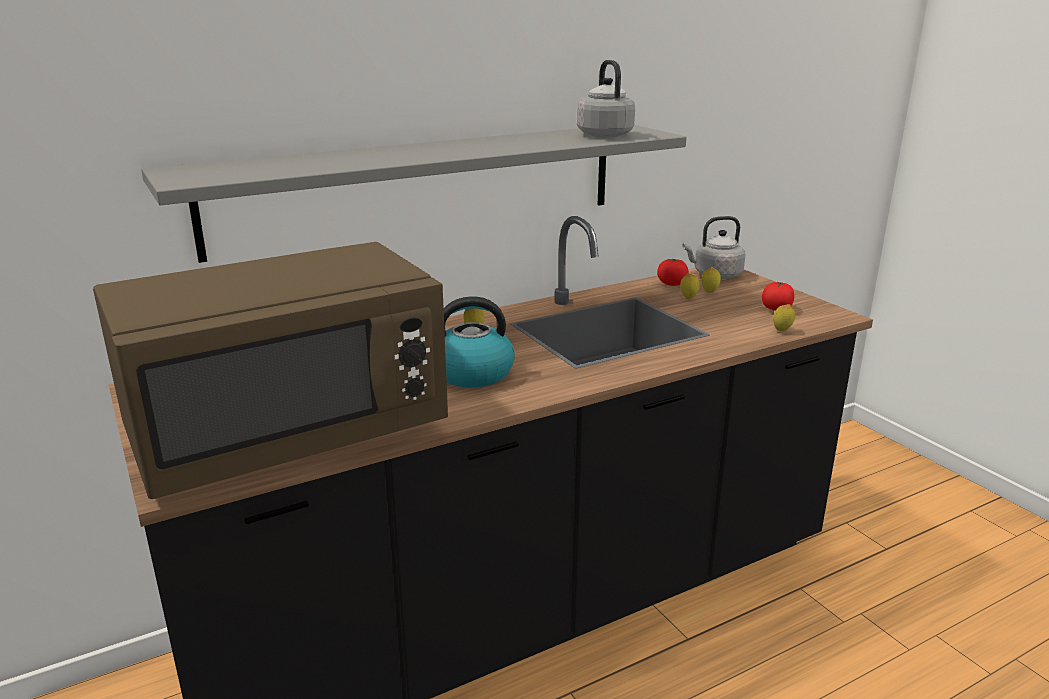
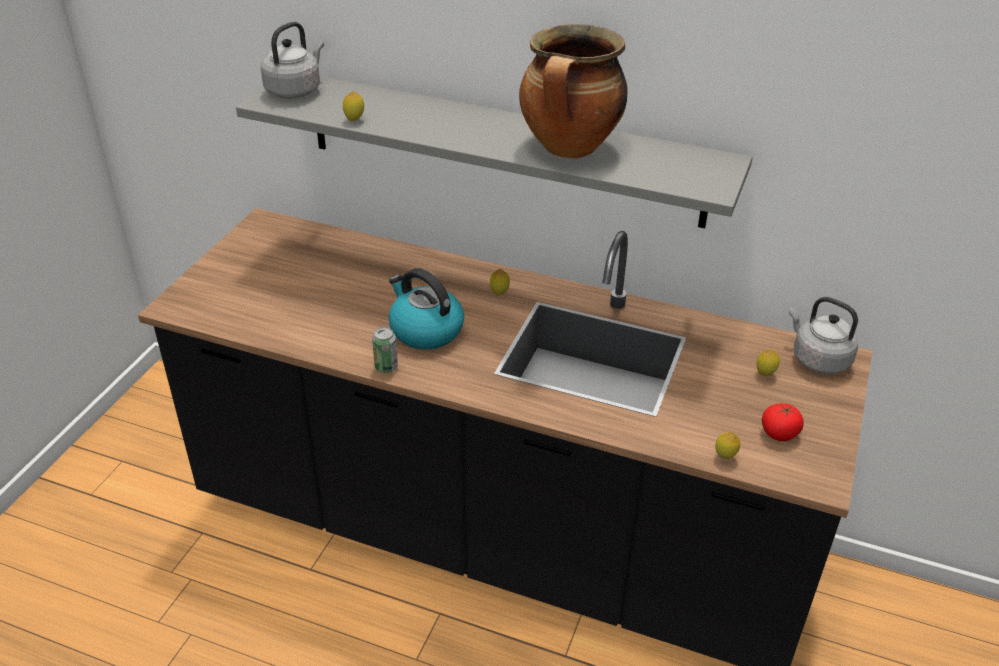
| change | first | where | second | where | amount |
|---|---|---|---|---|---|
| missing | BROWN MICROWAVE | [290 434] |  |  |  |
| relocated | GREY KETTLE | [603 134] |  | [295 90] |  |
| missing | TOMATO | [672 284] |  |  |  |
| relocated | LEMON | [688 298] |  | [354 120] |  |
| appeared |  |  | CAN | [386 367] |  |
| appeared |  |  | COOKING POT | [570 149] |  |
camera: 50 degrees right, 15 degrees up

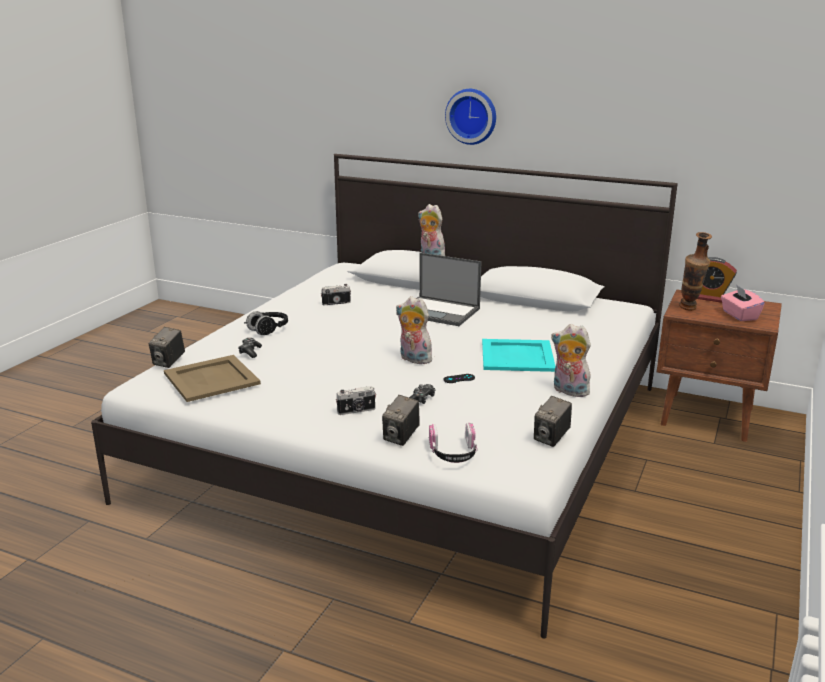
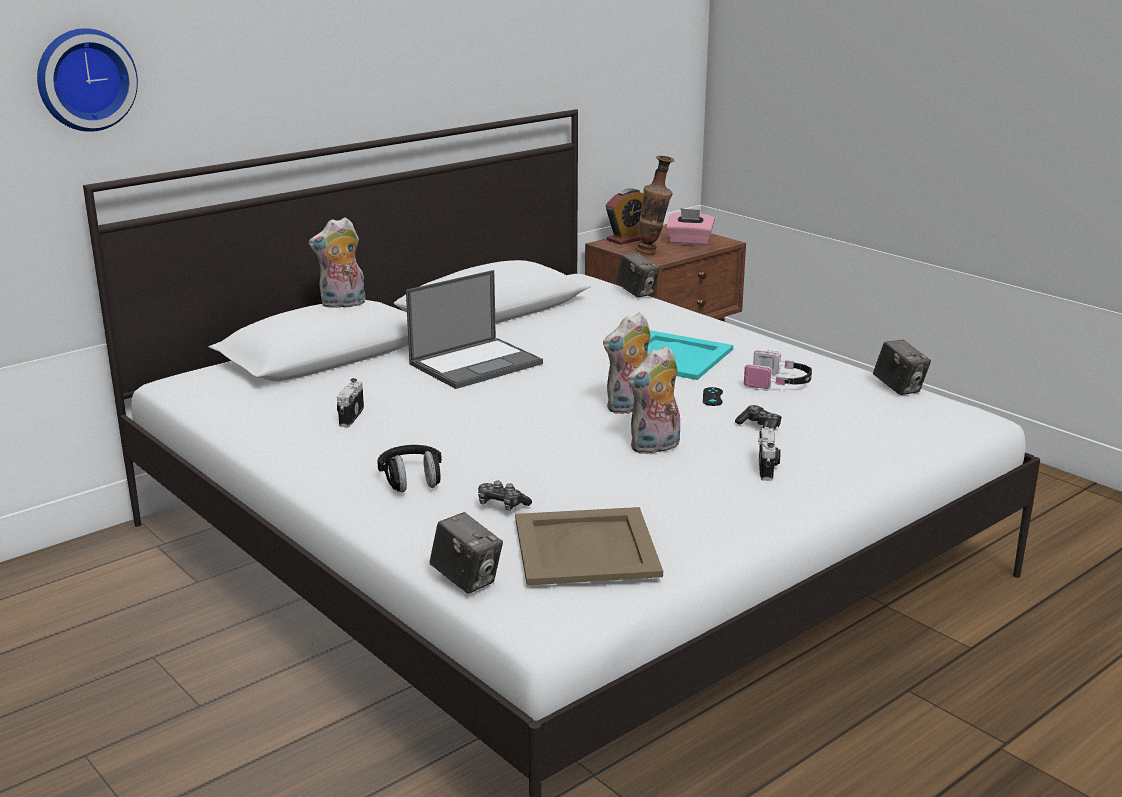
| change | first | where | second | where | amount |
|---|---|---|---|---|---|
| relocated | PHOTO CAMERA | [401 437] |  | [637 293] |  |
| relocated | HEADPHONES | [453 453] |  | [779 383] |  |
| relocated | WALL CLOCK | [472 116] |  | [84 79] |  |
| relocated | PLUSH TOY | [568 391] |  | [655 447] |  |
camera: 65 degrees left, 0 degrees up

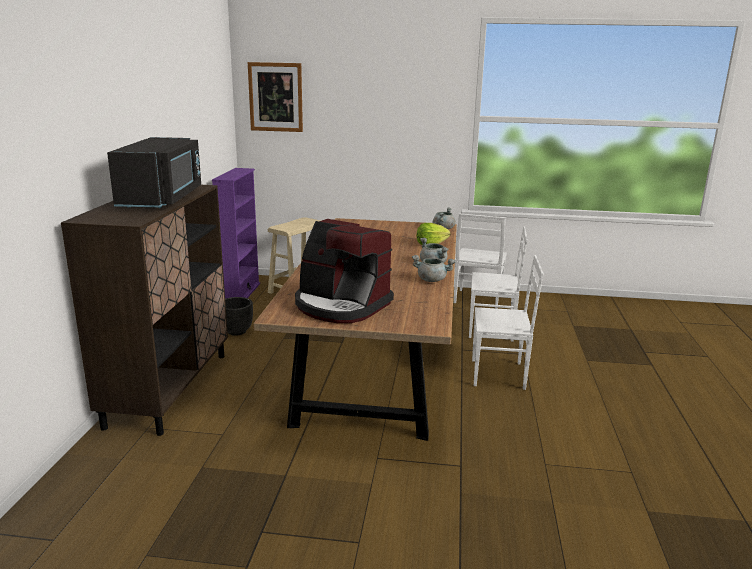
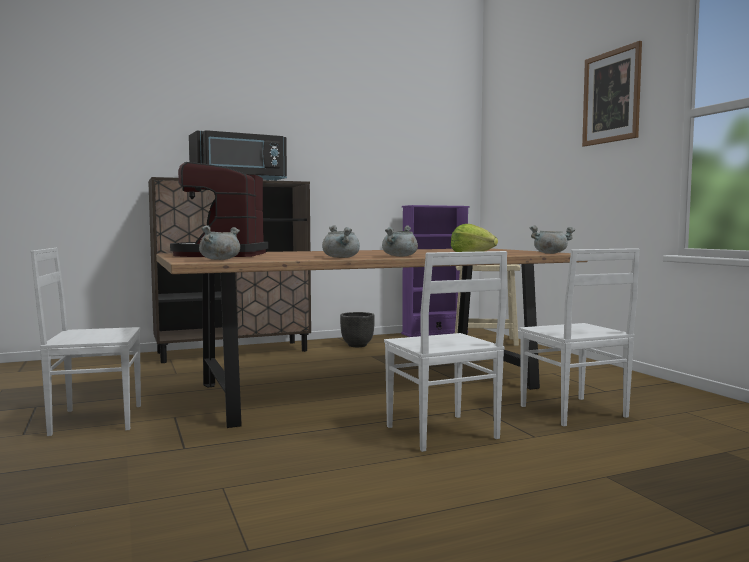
| change | first | where | second | where | amount |
|---|---|---|---|---|---|
| relocated | PICTURE | [275 97] |  | [611 97] |  |
| relocated | WHITE CHAIR | [477 299] |  | [95 419] |  |
| appeared |  |  | GREY COOKING POT | [220 259] |  |
camera: 60 degrees right, 15 degrees down

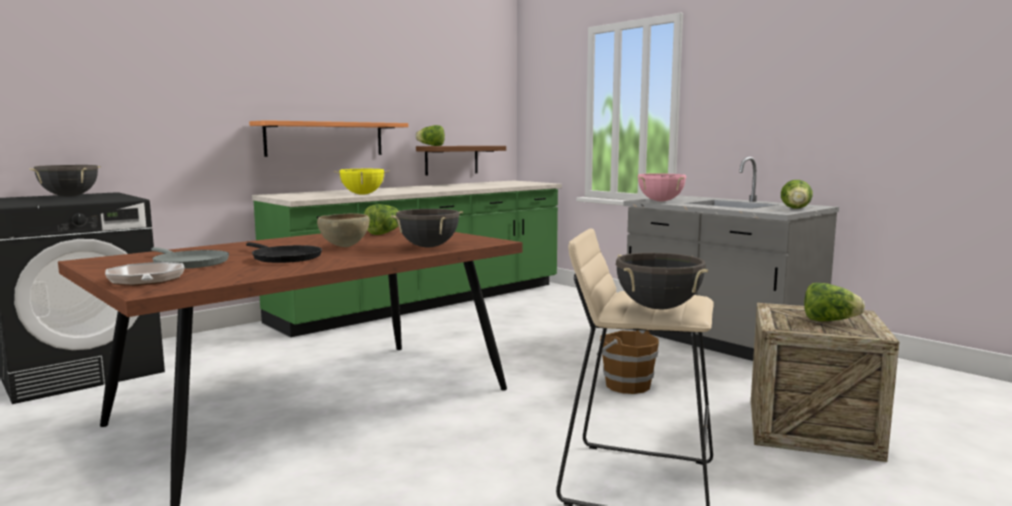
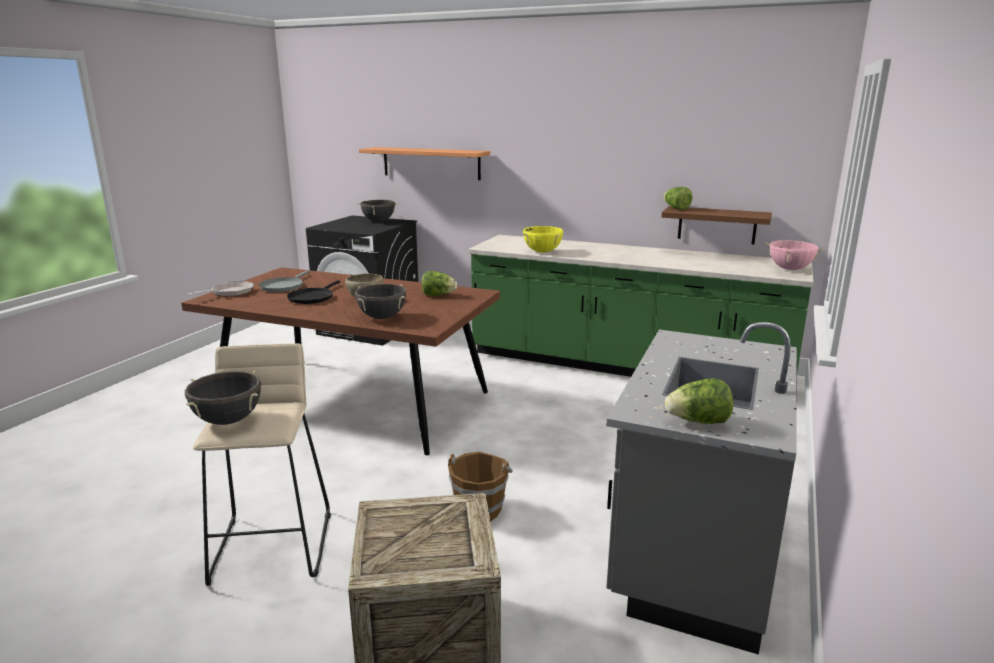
| change | first | where | second | where | amount |
|---|---|---|---|---|---|
| relocated | SHELF | [325 139] |  | [431 163] |  |
| relocated | PINK COOKING POT | [660 201] |  | [790 269] |  |
| missing | LETTUCE | [829 321] |  |  |  |
camera: 65 degrees right, 10 degrees up

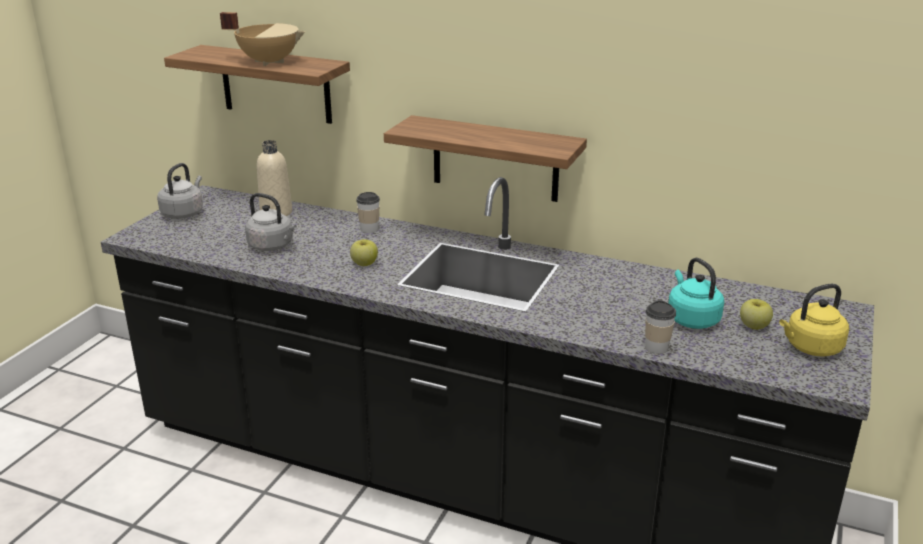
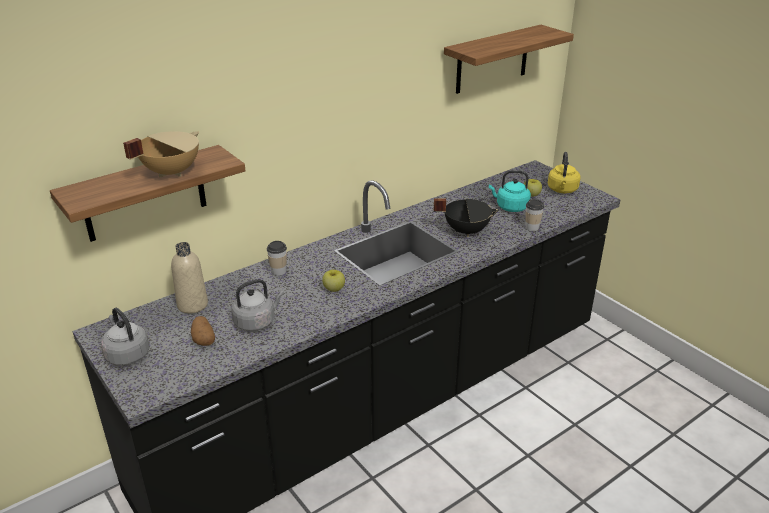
| change | first | where | second | where | amount |
|---|---|---|---|---|---|
| relocated | SHELF | [495 159] |  | [492 59] |  |
| appeared |  |  | POTATO | [203 339] |  |
| appeared |  |  | BLACK COOKING POT | [466 230] |  |
camera: 60 degrees left, 5 degrees up

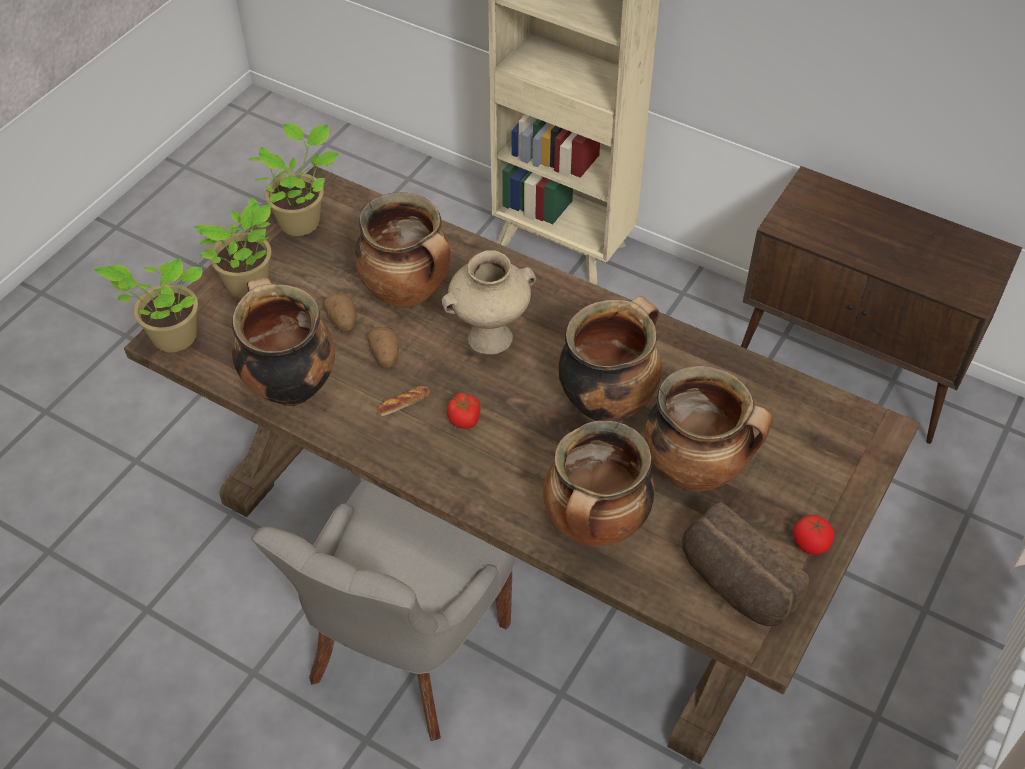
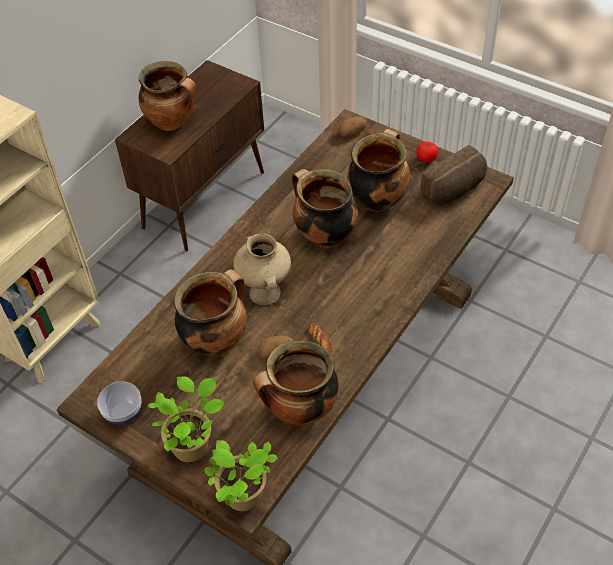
| change | first | where | second | where | amount |
|---|---|---|---|---|---|
| exchanged | POTTED PLANT | [302 220] | BOWL | [123 413] |  |
| missing | GREY CHAIR | [404 654] |  |  |  |
| relocated | POTATO | [343 321] |  | [352 132] |  |
| missing | TOMATO | [464 419] |  |  |  |
| relocated | COOKING POT | [595 527] |  | [173 122] |  |
camera: 85 degrees left, 0 degrees up

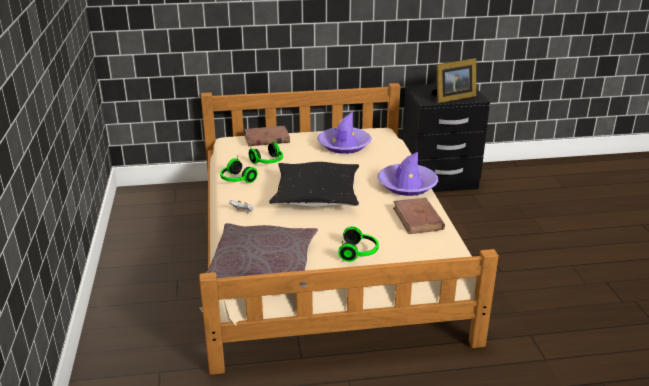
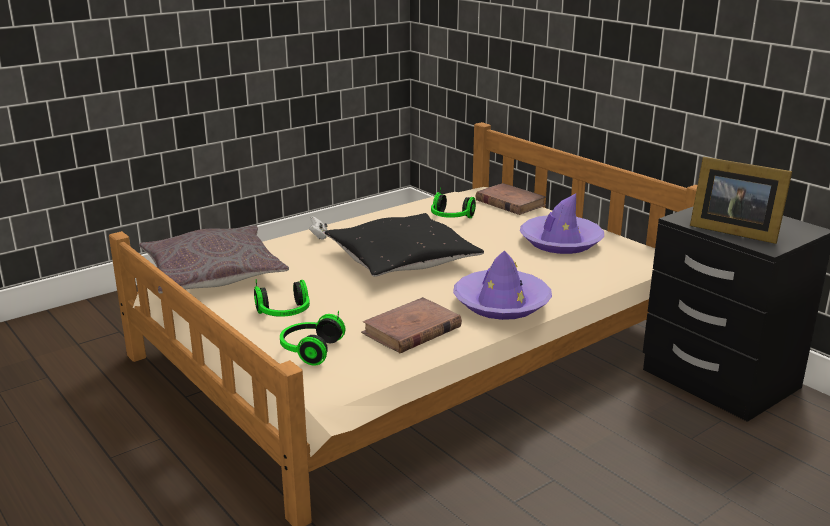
| change | first | where | second | where | amount |
|---|---|---|---|---|---|
| relocated | HEADPHONES | [236 180] |  | [309 350] |  |
camera: 60 degrees right, 5 degrees down

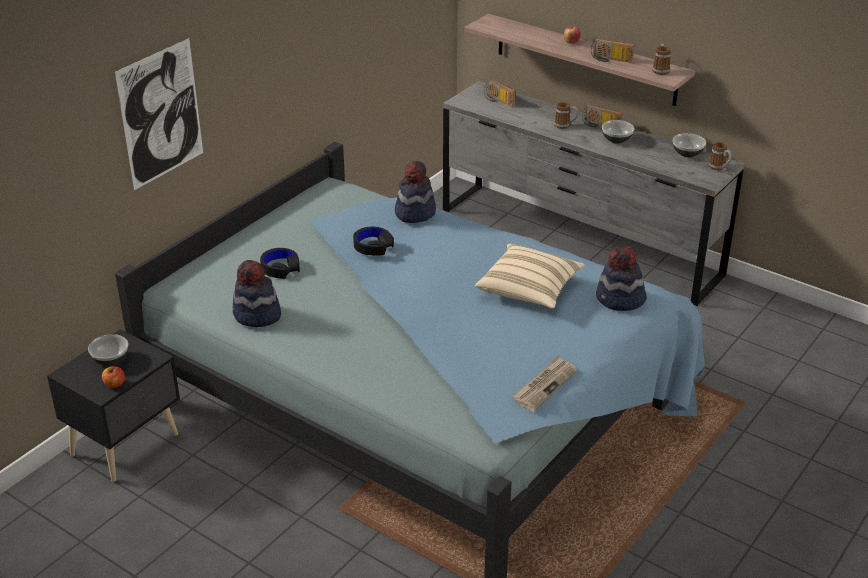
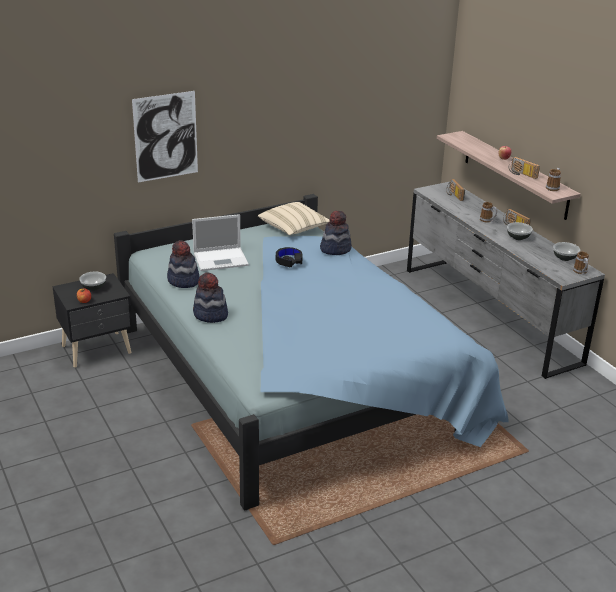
| change | first | where | second | where | amount |
|---|---|---|---|---|---|
| exchanged | BLACK HEADPHONES | [280 268] | LAPTOP | [221 259] |  |
| relocated | BEIGE PILLOW | [529 290] |  | [294 228] |  |
| missing | NEWSPAPER | [544 385] |  |  |  |
| relocated | HAT | [620 300] |  | [210 315] |  |
camera: 25 degrees right, 5 degrees down

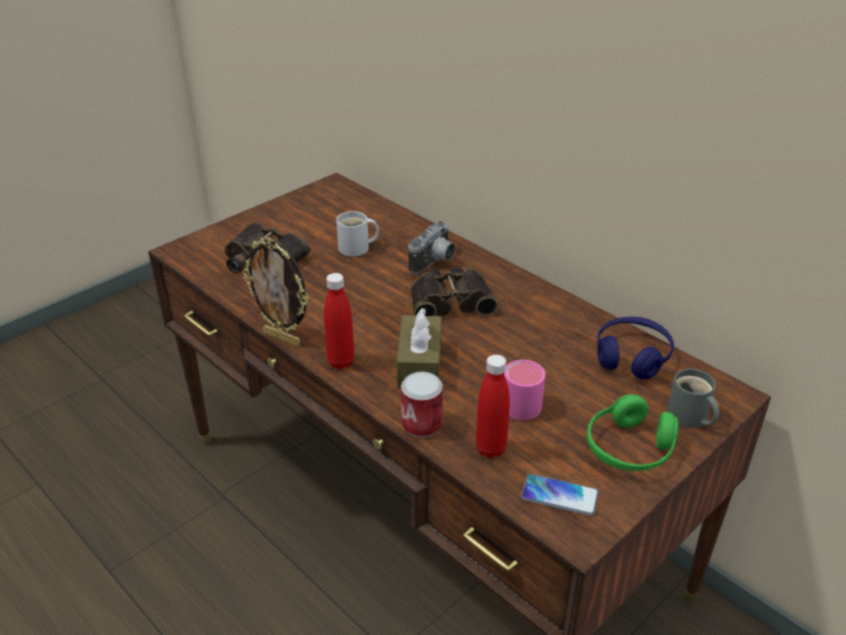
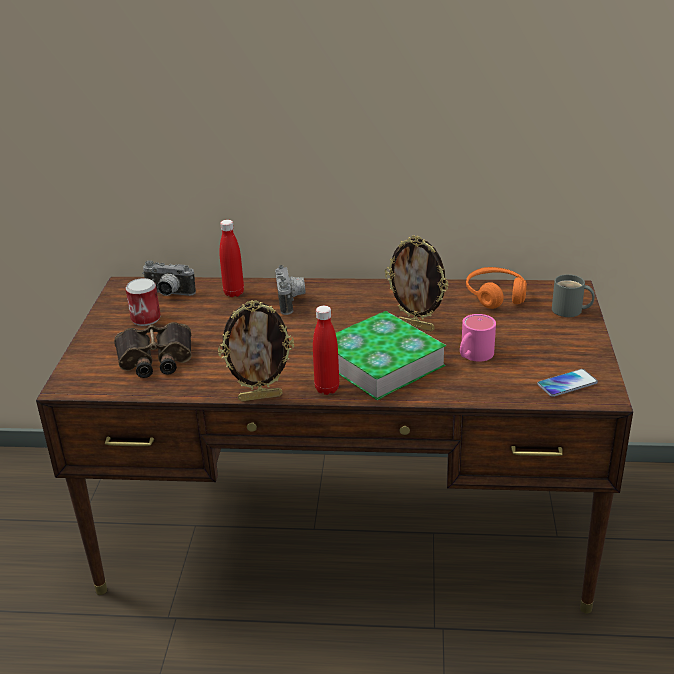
| change | first | where | second | where | amount |
|---|---|---|---|---|---|
| missing | WHITE MUG | [357 248] |  |  |  |
| exchanged | BROWN TISSUE BOX | [419 364] | BOOK | [381 363] |  |
| relocated | CAN | [421 424] |  | [145 319] |  |
| missing | BINOCULARS | [450 301] |  |  |  |
| relocated | RED BOTTLE | [490 449] |  | [234 293] |  |
| missing | GREEN HEADPHONES | [629 448] |  |  |  |
| colour | BLUE HEADPHONES | [632 356] | ORANGE HEADPHONES | [495 295] |  |
| appeared |  |  | PHOTO CAMERA | [168 294] |  |
| appeared |  |  | PICTURE FRAME | [416 326] |  |
camera: 40 degrees left, 5 degrees down

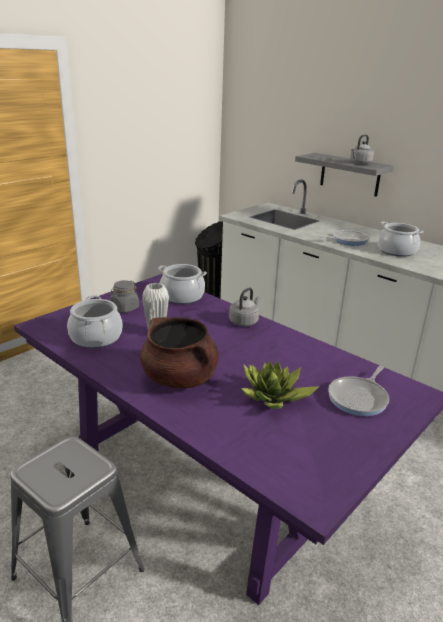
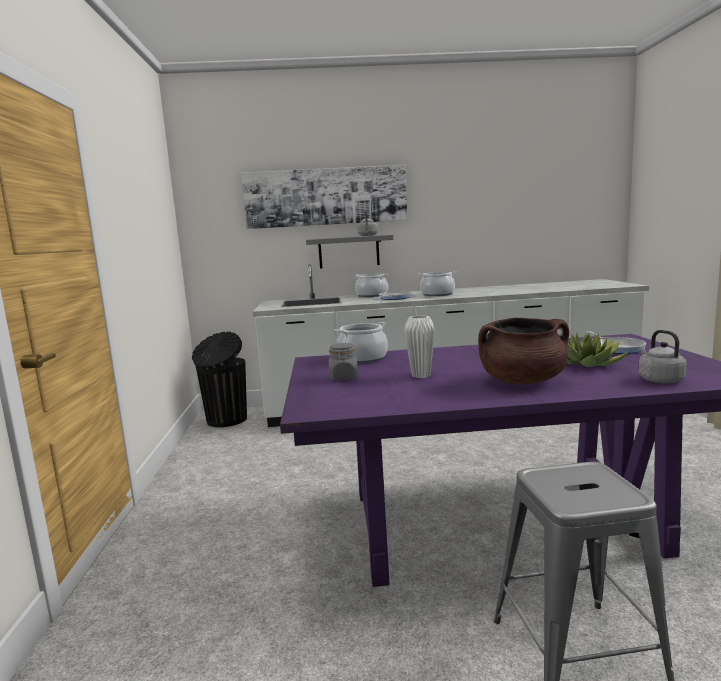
| change | first | where | second | where | amount |
|---|---|---|---|---|---|
| relocated | COOKING POT | [96 338] |  | [372 295] |  |
| relocated | GREY KETTLE | [244 321] |  | [659 380] |  |
| appeared |  |  | PICTURE | [325 197] |  |
camera: 45 degrees left, 15 degrees down

